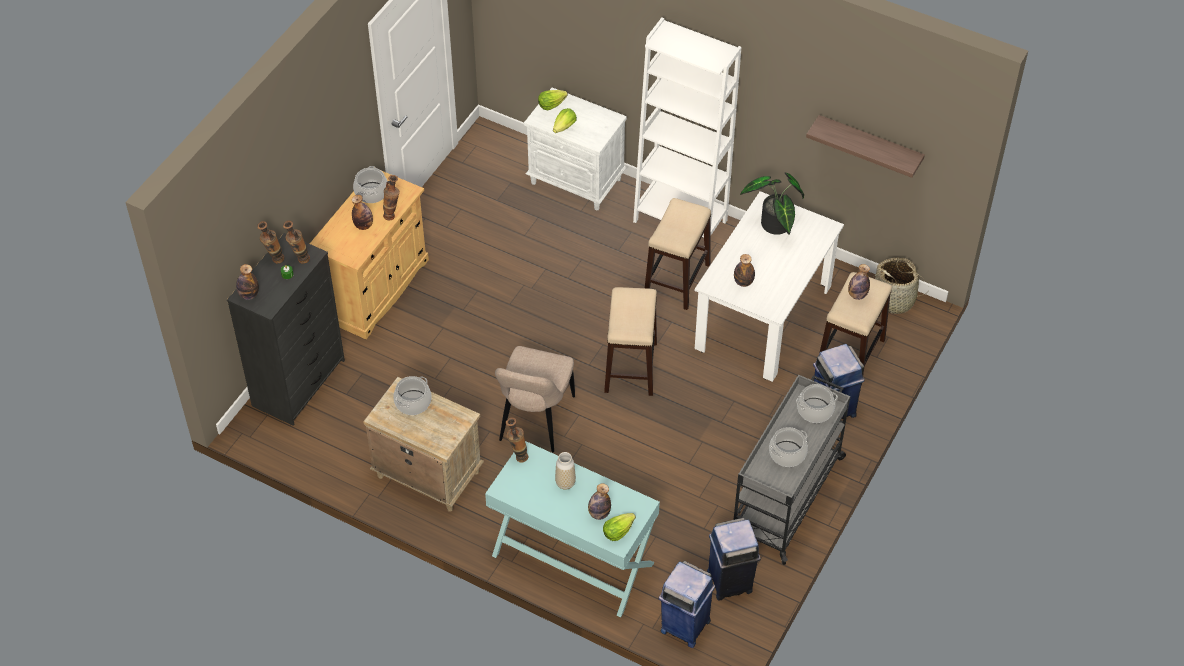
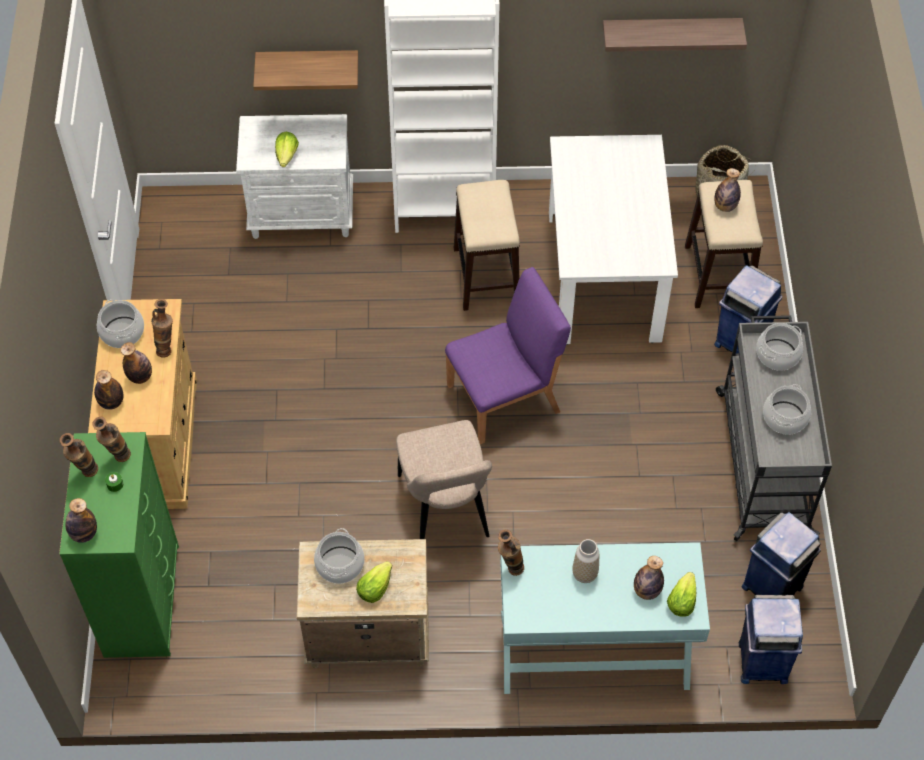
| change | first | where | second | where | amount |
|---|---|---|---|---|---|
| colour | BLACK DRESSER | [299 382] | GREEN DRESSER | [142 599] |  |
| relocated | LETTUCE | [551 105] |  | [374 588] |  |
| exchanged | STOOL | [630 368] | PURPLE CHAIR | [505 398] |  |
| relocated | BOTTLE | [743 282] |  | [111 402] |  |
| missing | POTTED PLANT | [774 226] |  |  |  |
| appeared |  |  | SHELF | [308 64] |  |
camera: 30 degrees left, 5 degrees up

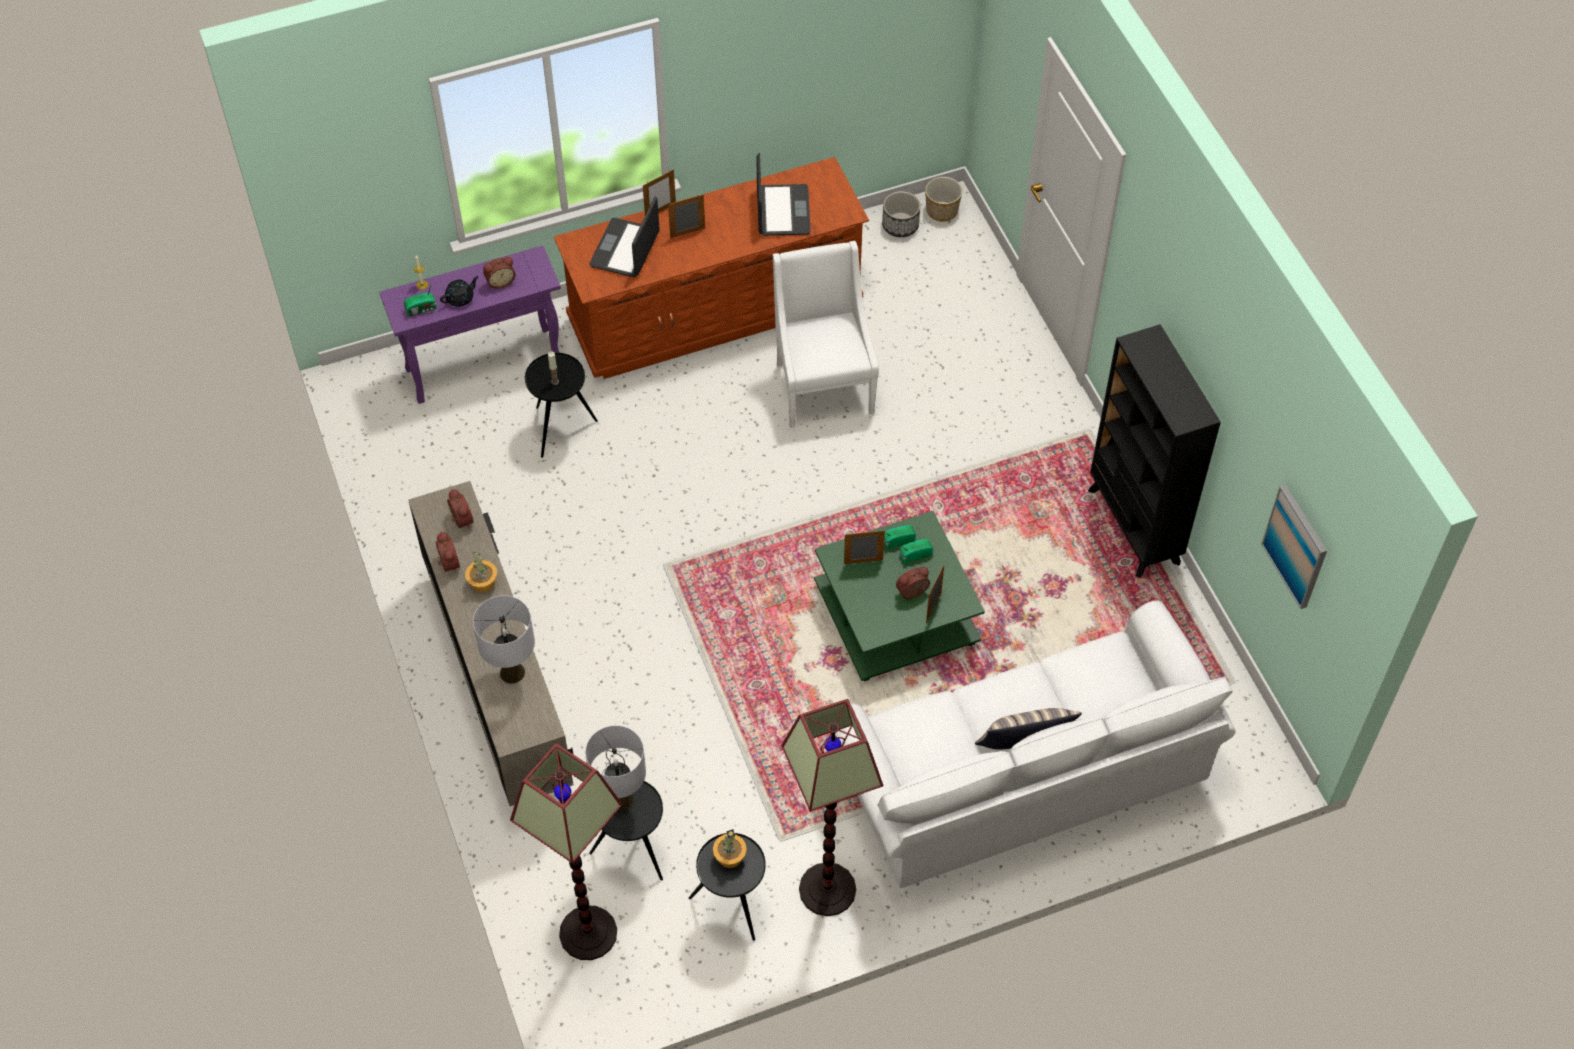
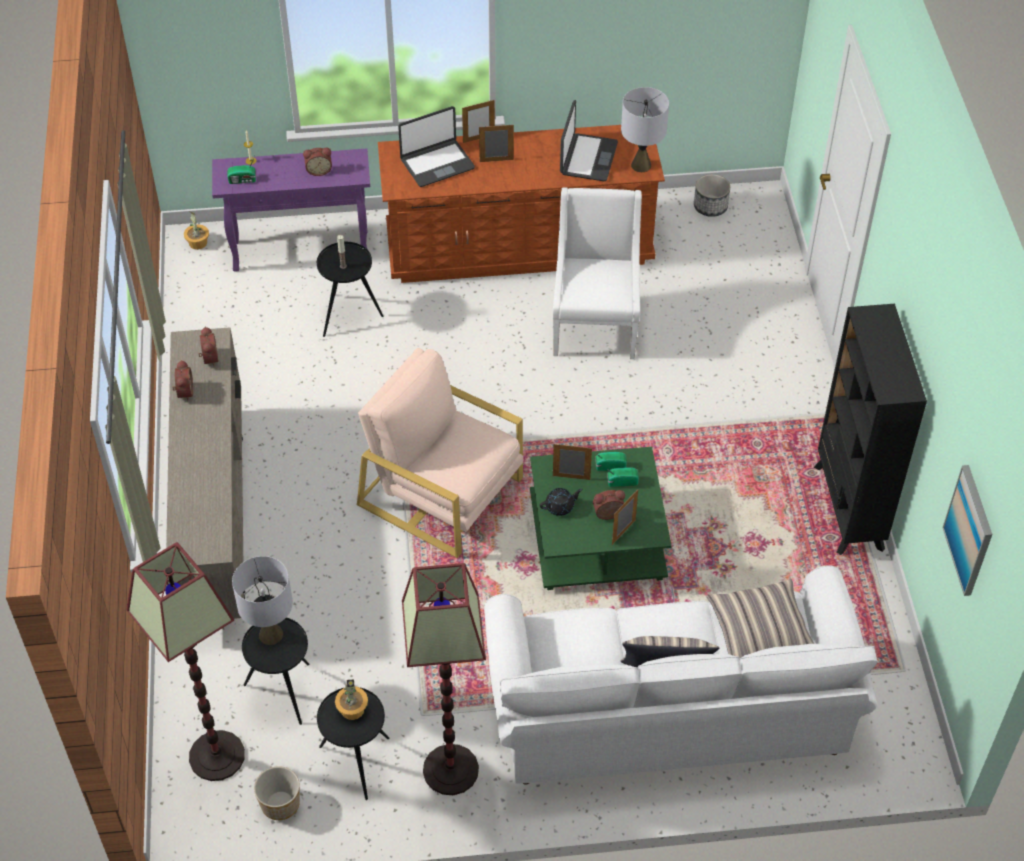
| change | first | where | second | where | amount |
|---|---|---|---|---|---|
| relocated | BLACK TEAPOT | [460 298] |  | [560 506] |  |
| relocated | POTTED PLANT | [482 583] |  | [197 243] |  |
| relocated | GREY TABLE LAMP | [512 673] |  | [641 165] |  |
| spun | LAPTOP | [626 249] |  | [437 164] | 150 degrees counterclockwise |
| relocated | PLANTER | [942 211] |  | [280 804] |  |
| appeared |  |  | BEIGE ARMCHAIR | [442 492] |  |
| appeared |  |  | PILLOW | [760 632] |  |
camera: 15 degrees right, 5 degrees down

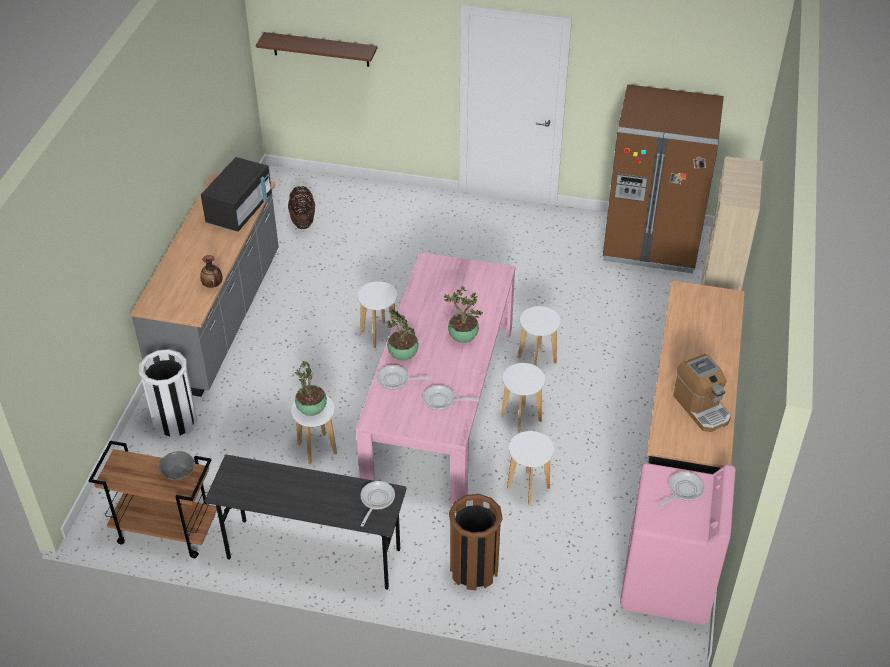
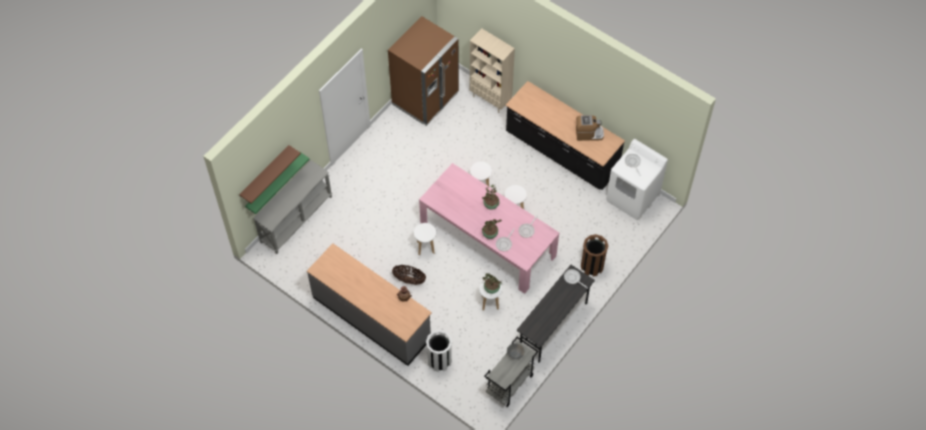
| change | first | where | second | where | amount |
|---|---|---|---|---|---|
| colour | BROWN CART | [165 531] | GREY CART | [509 384] |  |
| missing | BLACK MICROWAVE | [240 210] |  |  |  |
| relocated | BASKET | [303 220] |  | [409 279] |  |
| missing | WHITE STOOL | [528 488] |  |  |  |
| colour | PINK WASHING MACHINE | [667 583] | WHITE WASHING MACHINE | [632 198] |  |
| appeared |  |  | GREEN SHELF | [273 182] |  |
| appeared |  |  | GREY CONSOLE TABLE | [296 218] |  |
camera: 65 degrees left, 15 degrees up

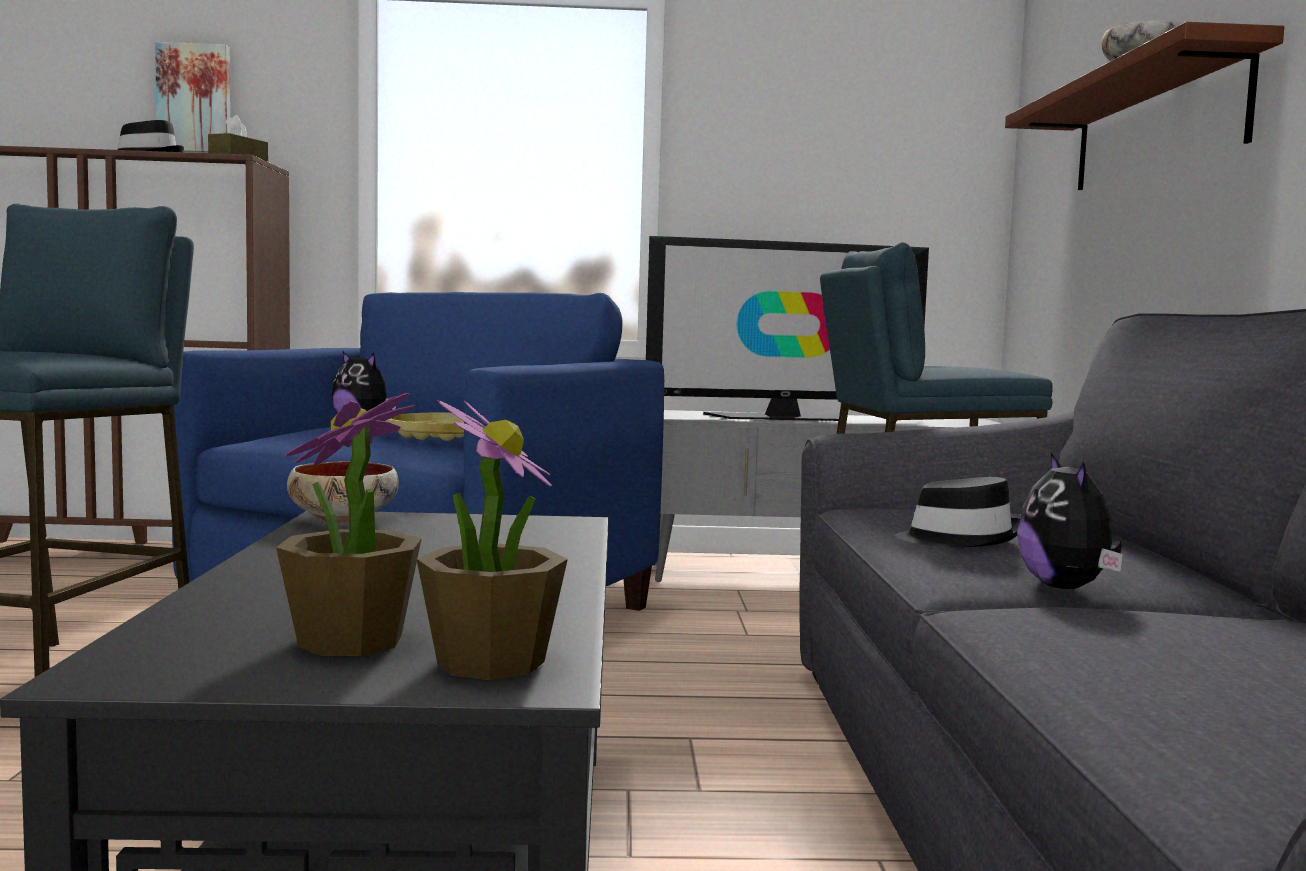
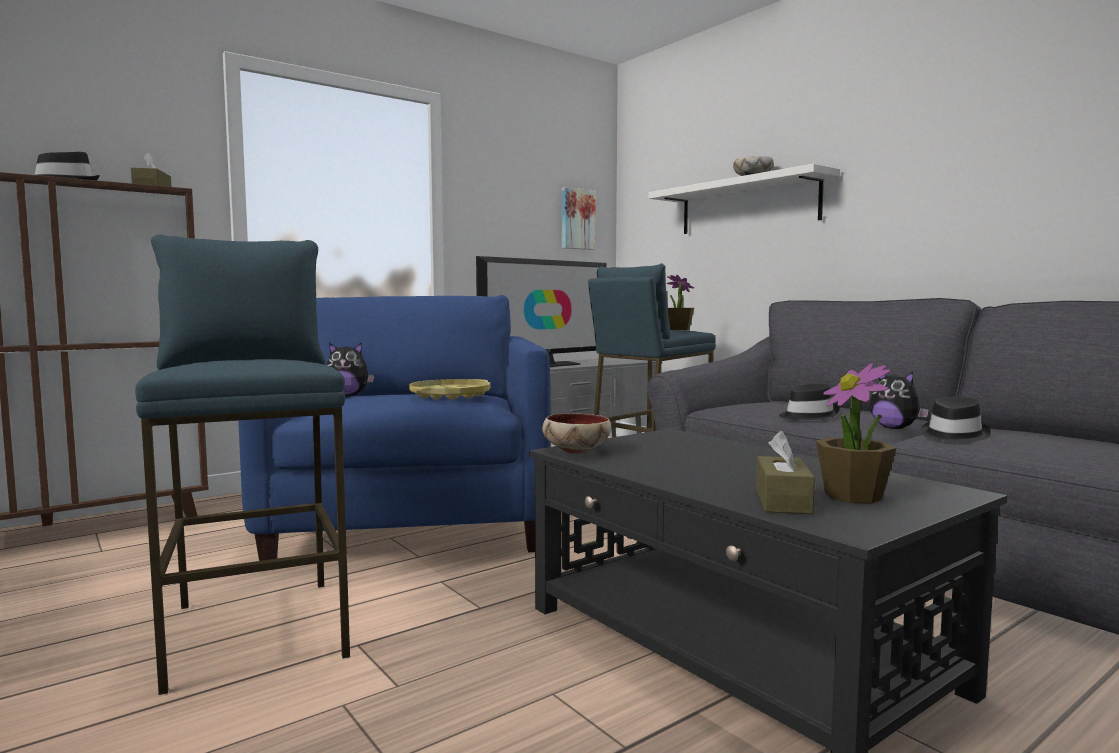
| change | first | where | second | where | amount |
|---|---|---|---|---|---|
| relocated | PICTURE | [195 99] |  | [577 219] |  |
| relocated | POTTED PLANT | [490 662] |  | [678 329] |  |
| colour | BROWN SHELF | [1156 125] | WHITE SHELF | [747 205] |  |
| appeared |  |  | BROWN TISSUE BOX | [783 501] |  |
| appeared |  |  | BLACK HAT | [952 434] |  |
camera: 35 degrees left, 0 degrees up

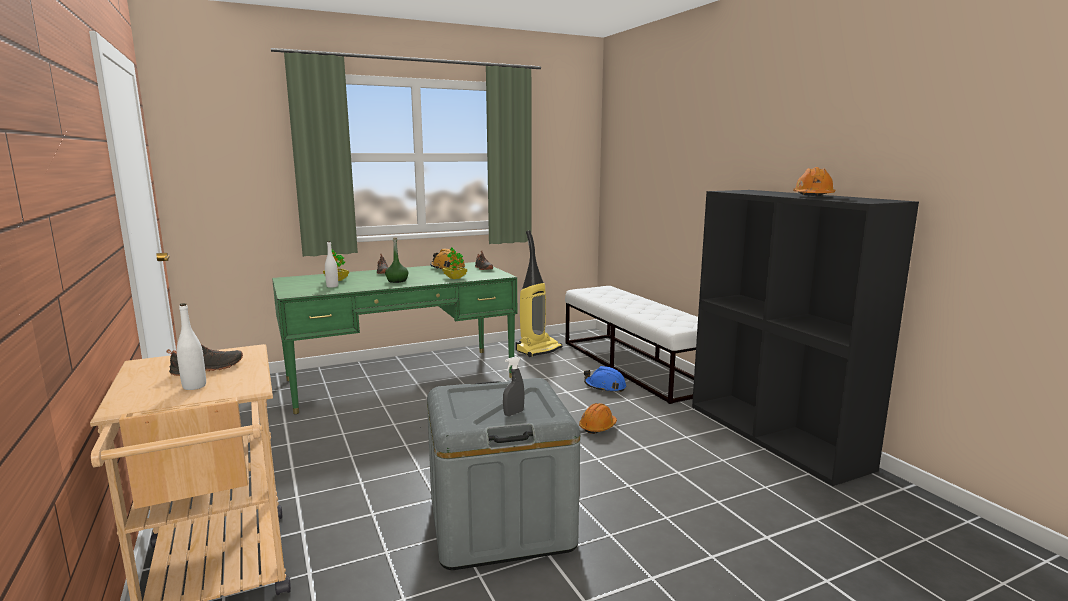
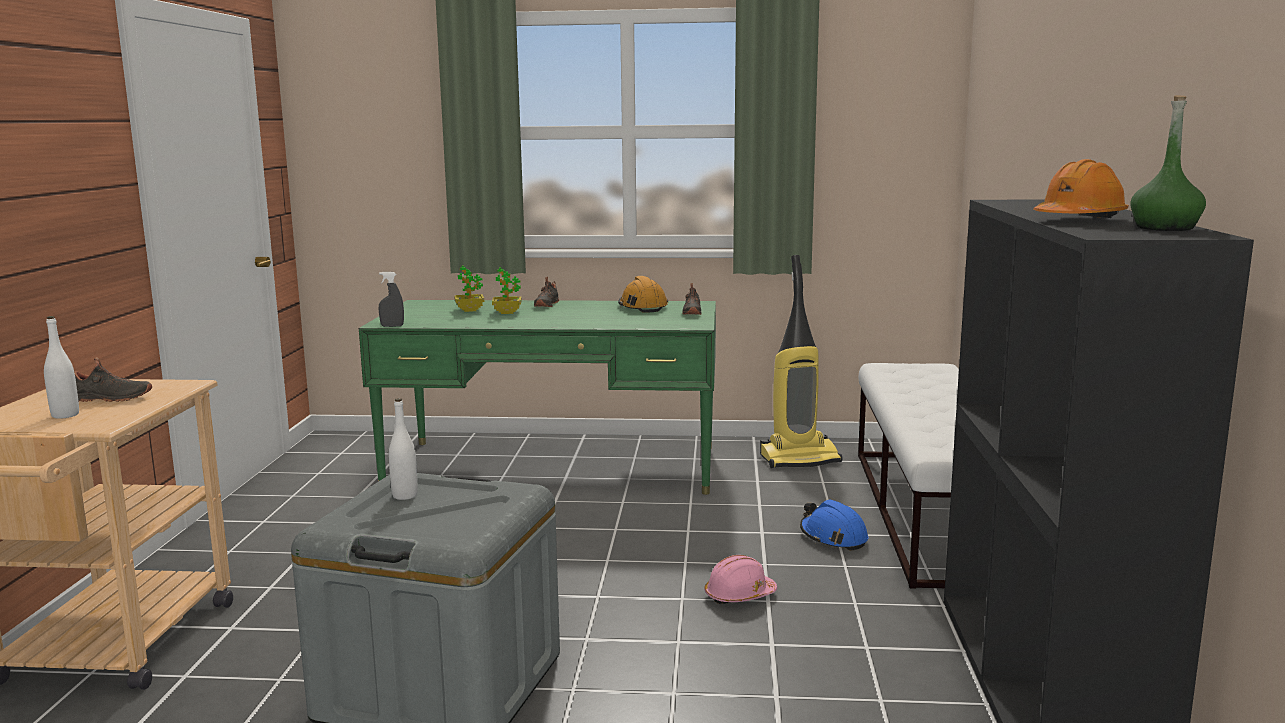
| change | first | where | second | where | amount |
|---|---|---|---|---|---|
| relocated | WHITE BOTTLE | [332 286] |  | [405 495] |  |
| relocated | GREEN BOTTLE | [397 281] |  | [1165 228] |  |
| relocated | POTTED PLANT | [455 278] |  | [507 312] |  |
| relocated | GREY SPRAY BOTTLE | [513 413] |  | [392 326] |  |
| colour | ORANGE HARD HAT | [598 427] | PINK HARD HAT | [739 595] |  |
camera: 30 degrees right, 0 degrees up

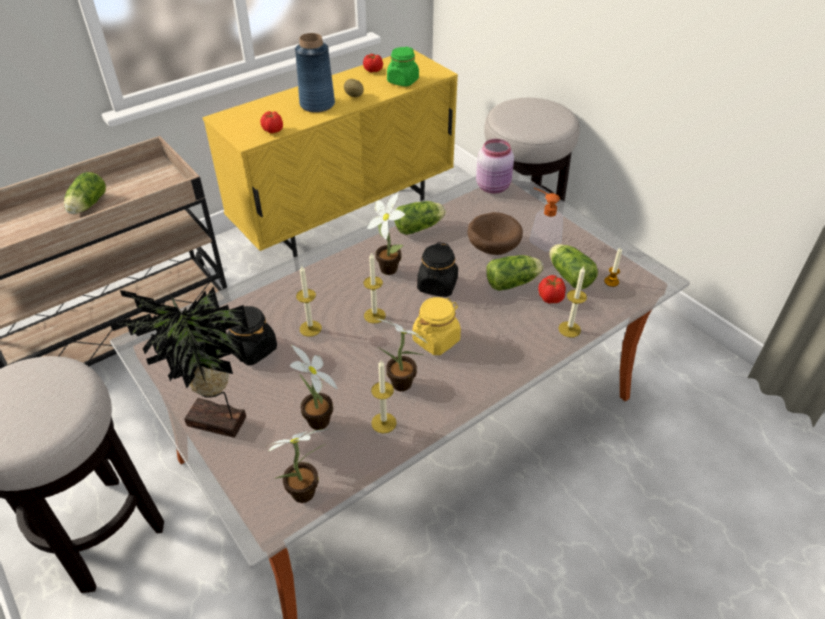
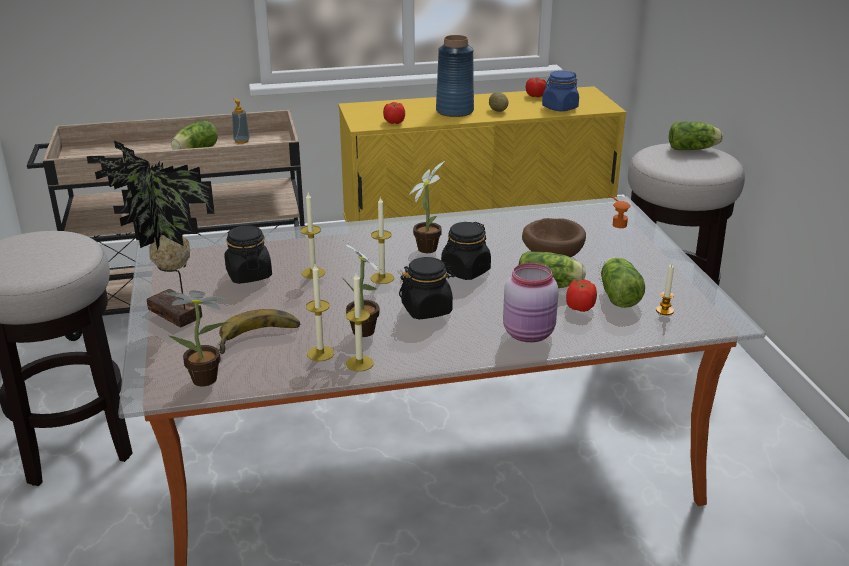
| change | first | where | second | where | amount |
|---|---|---|---|---|---|
| exchanged | POTTED PLANT | [318 424] | BANANA | [260 339] |  |
| colour | GREEN JAR | [403 81] | BLUE JAR | [559 108] |  |
| relocated | LETTUCE | [420 227] |  | [694 149] |  |
| colour | YELLOW JAR | [436 340] | BLACK JAR | [427 309] |  |
| relocated | PINK JAR | [494 187] |  | [530 334] |  |
| relocated | CANDLE | [569 329] |  | [359 363] |  |
| appeared |  |  | SOAP DISPENSER | [241 141] |  |
camera: 25 degrees right, 15 degrees down

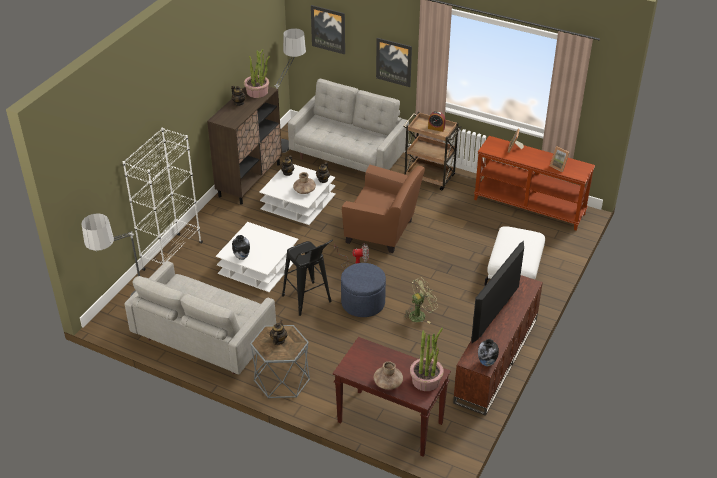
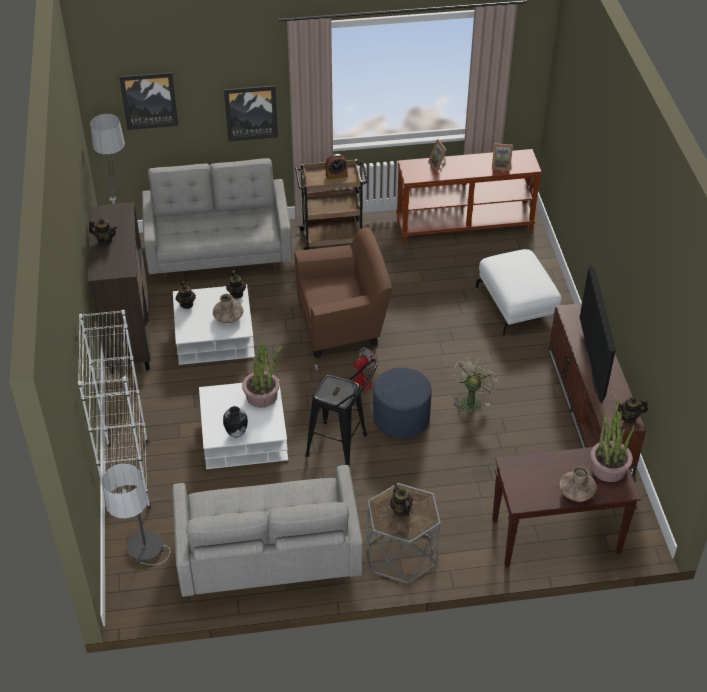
| change | first | where | second | where | amount |
|---|---|---|---|---|---|
| relocated | POTTED PLANT | [257 92] |  | [262 396] |  |
| exchanged | VASE | [487 363] | TEAPOT | [629 417] |  |
camera: 35 degrees left, 5 degrees up

